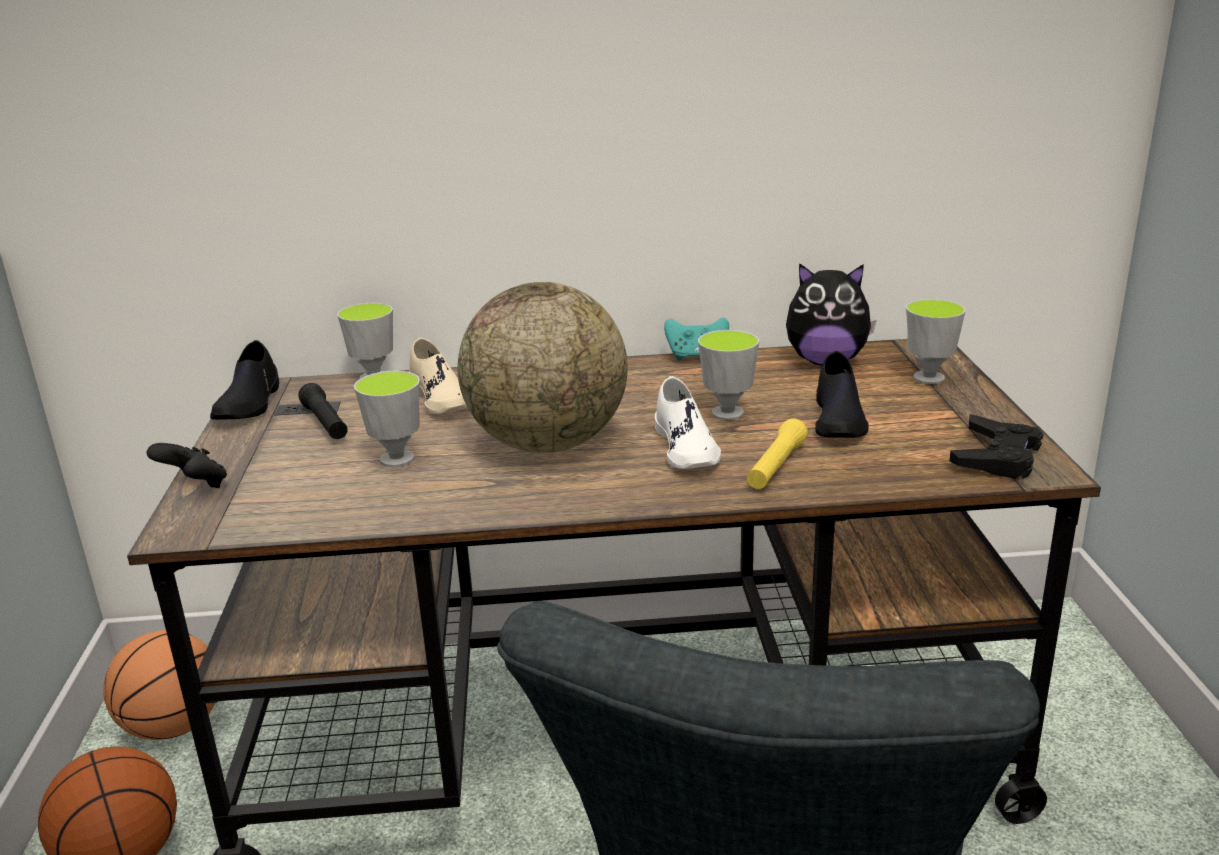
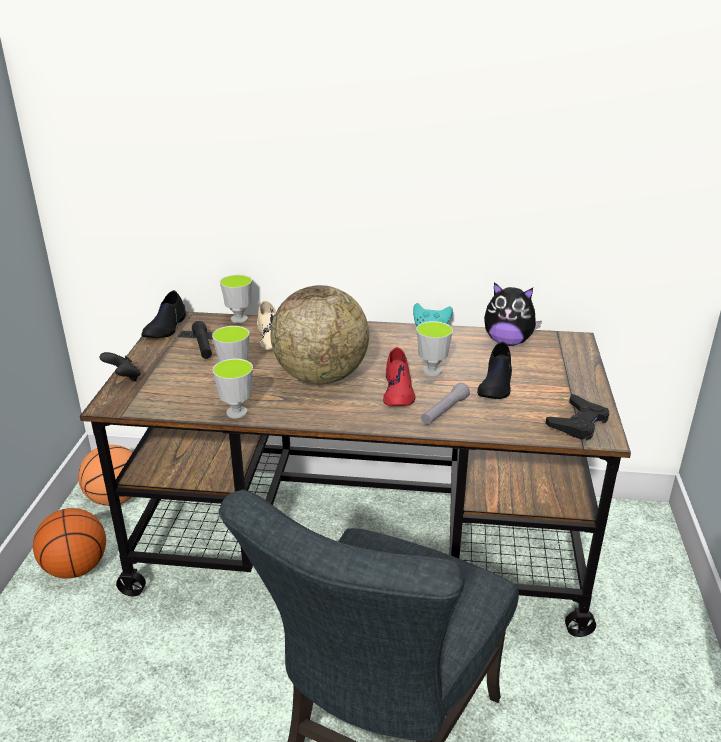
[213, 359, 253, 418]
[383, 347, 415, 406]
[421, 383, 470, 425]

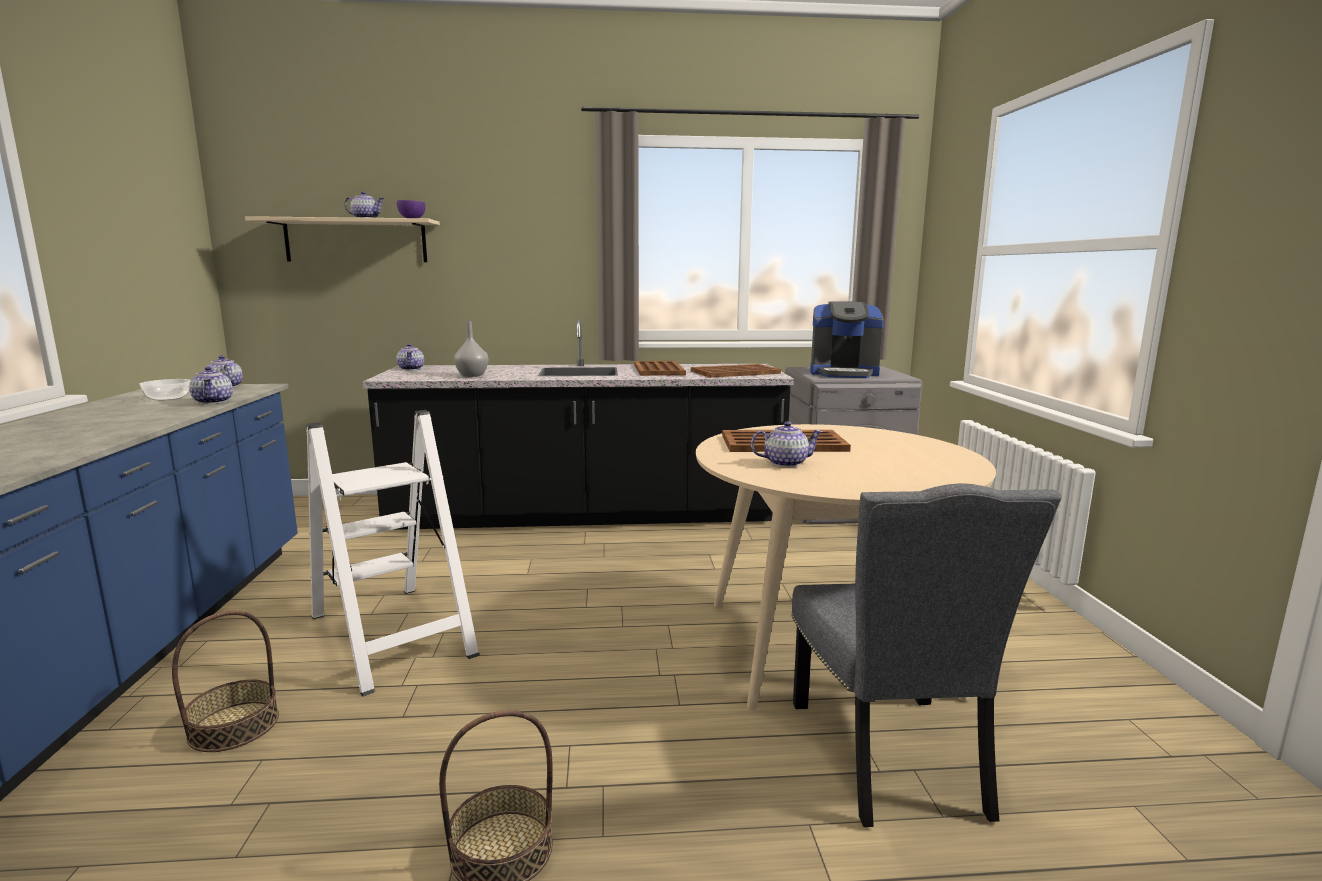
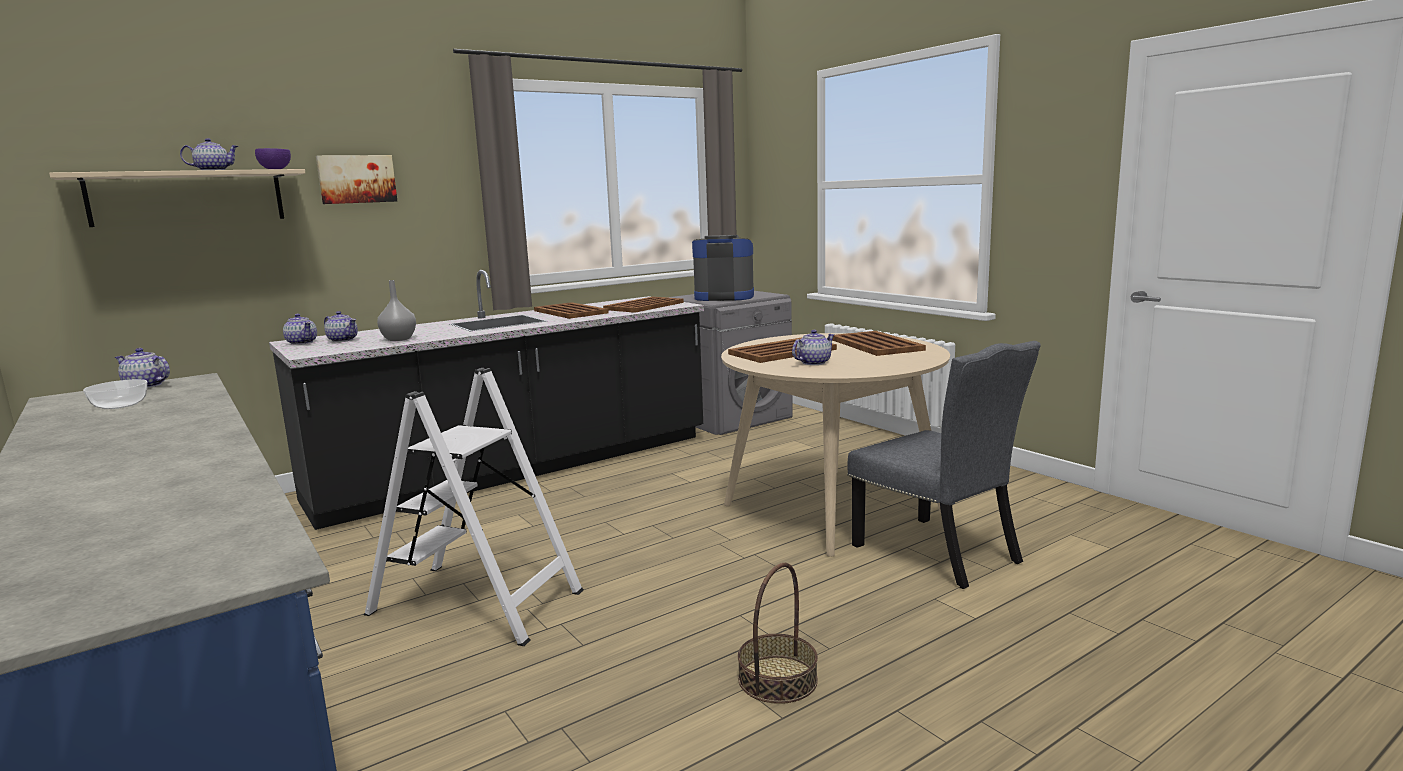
[316, 155, 397, 204]
[324, 311, 358, 342]
[692, 235, 754, 301]
[832, 331, 926, 356]
[172, 610, 279, 752] (first image)

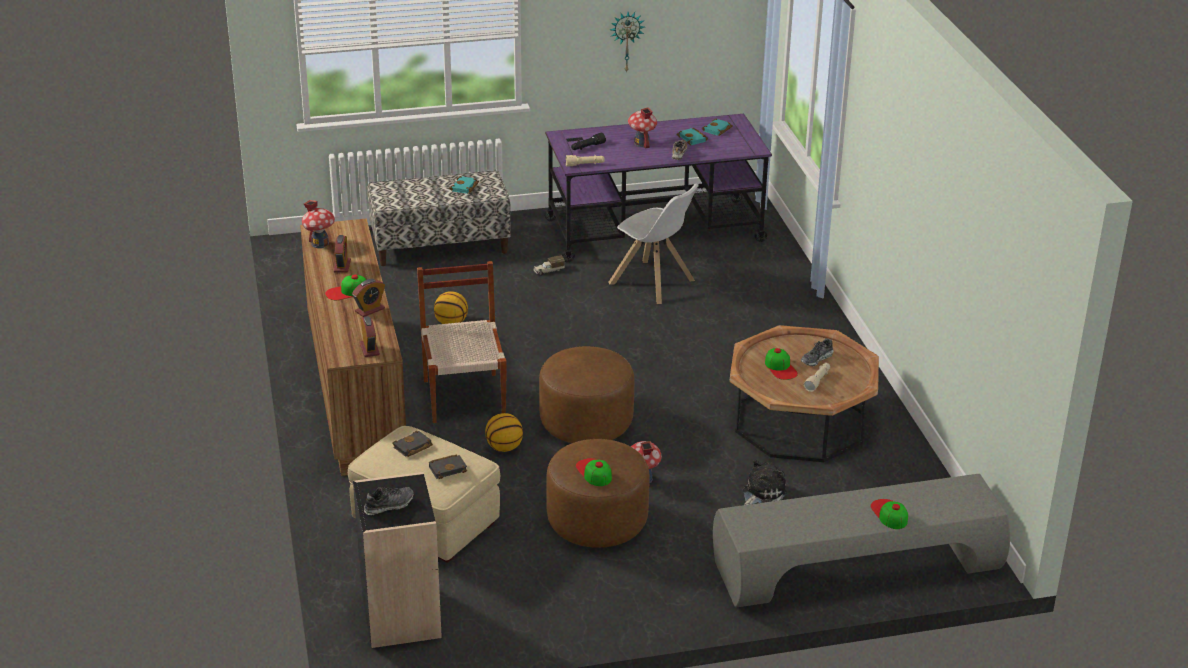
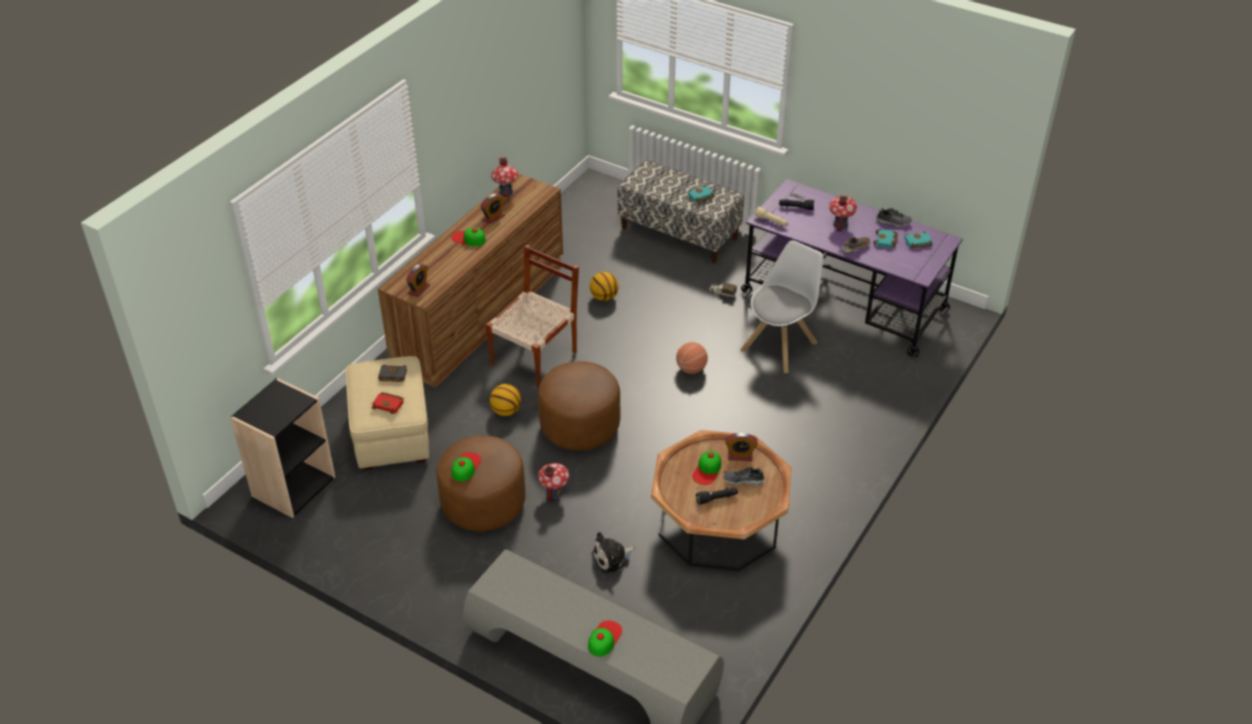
[372, 392, 404, 414]
[591, 532, 635, 574]
[676, 342, 708, 374]
[696, 488, 738, 505]
[725, 433, 758, 461]
[741, 241, 824, 373]
[876, 208, 912, 227]
[610, 12, 644, 73] (first image)

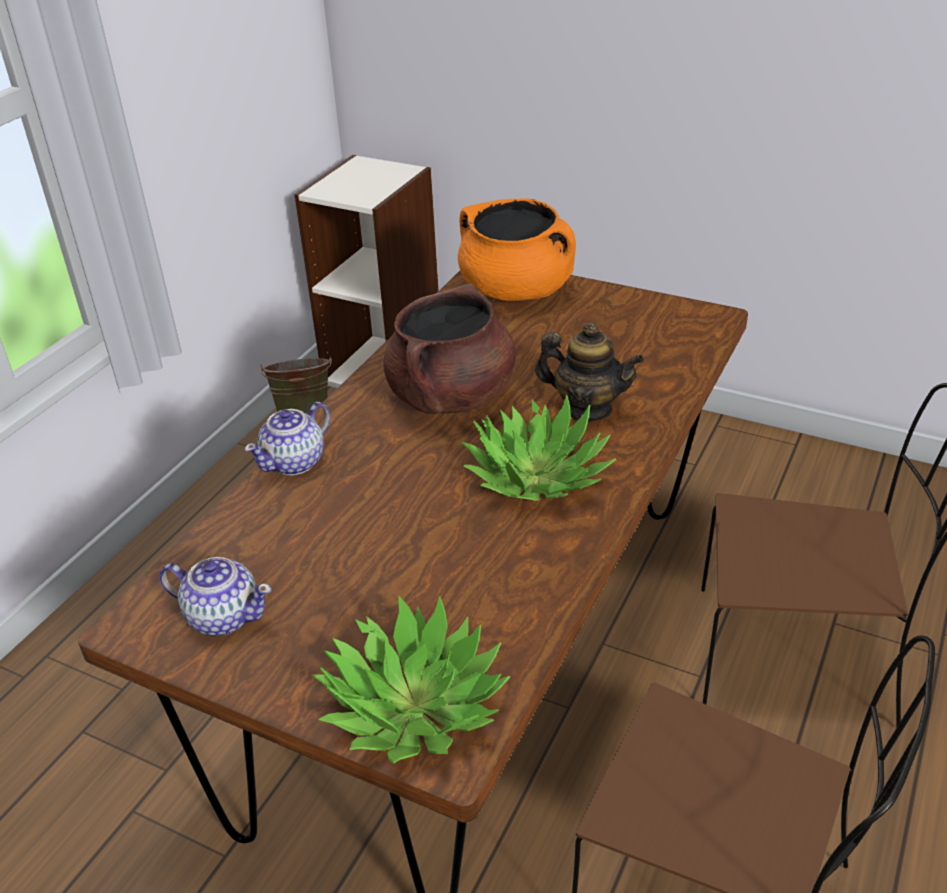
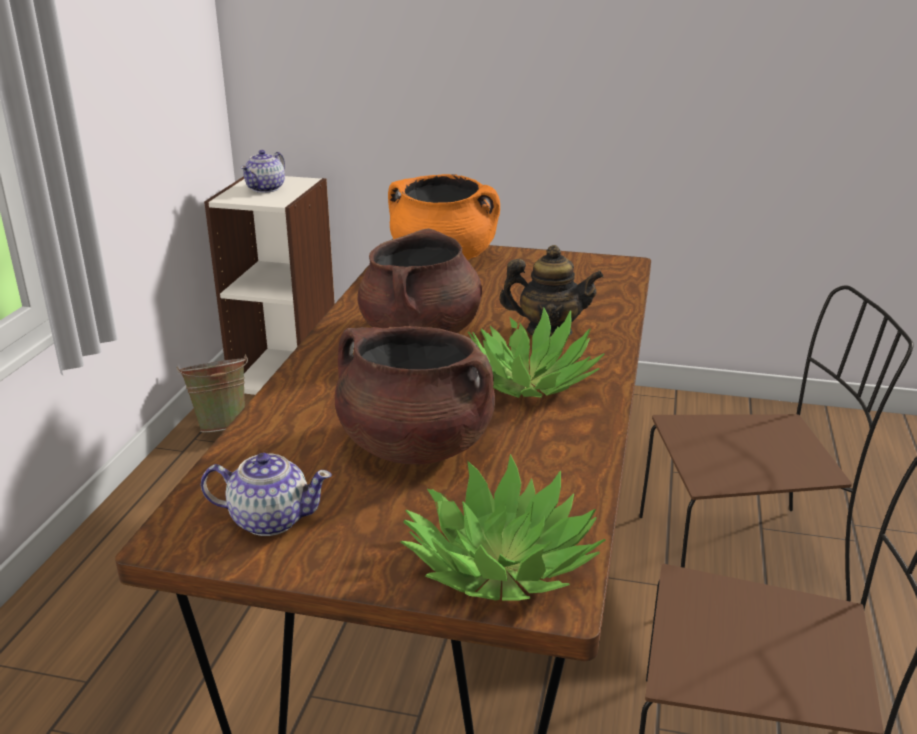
[241, 150, 285, 193]
[335, 326, 495, 464]

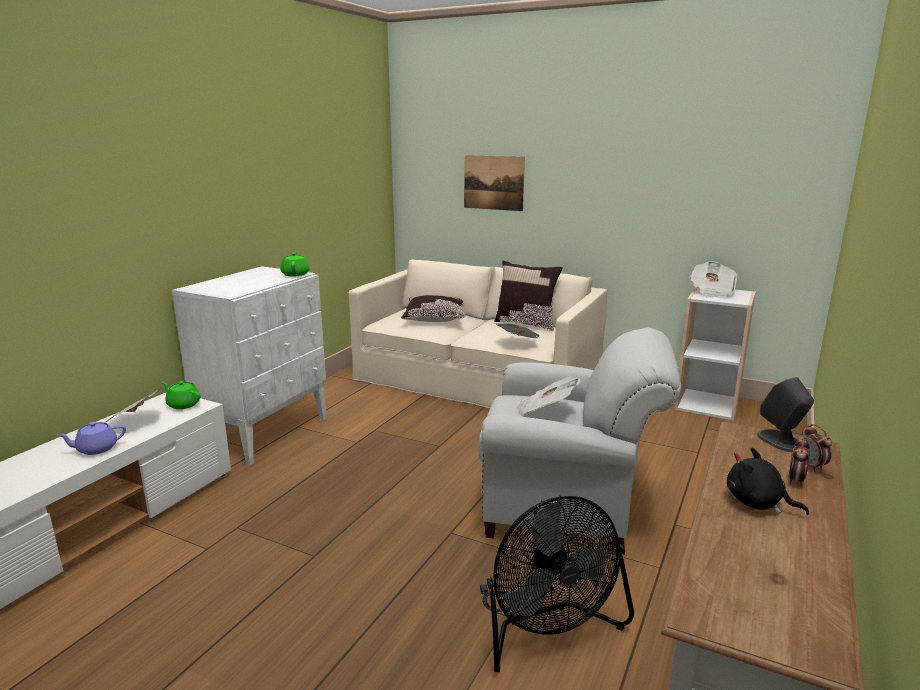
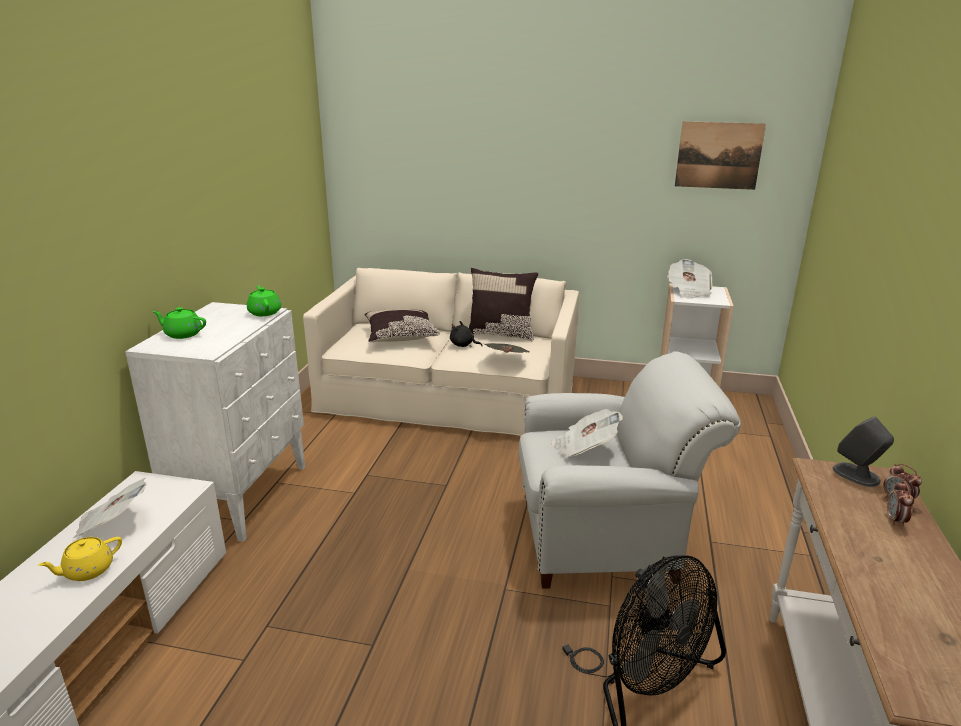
[38, 537, 122, 581]
[152, 307, 206, 339]
[450, 321, 482, 348]
[675, 121, 766, 190]

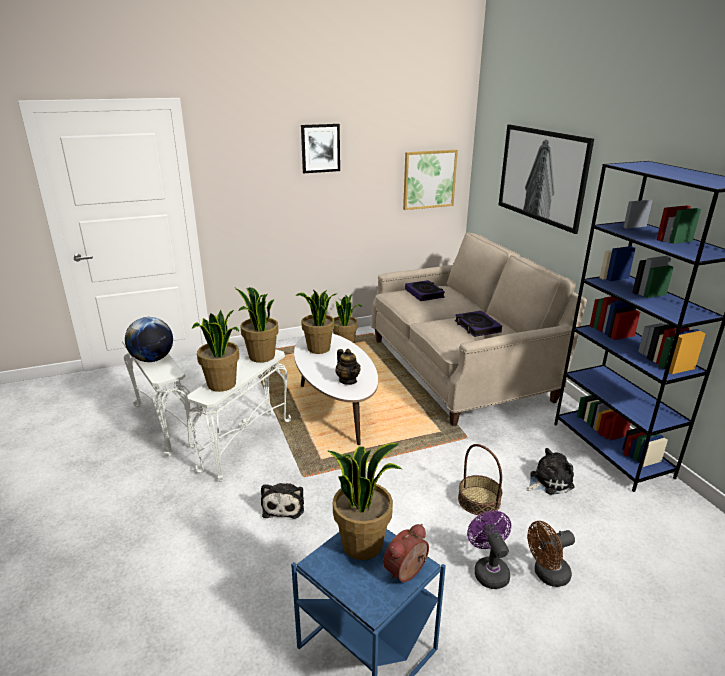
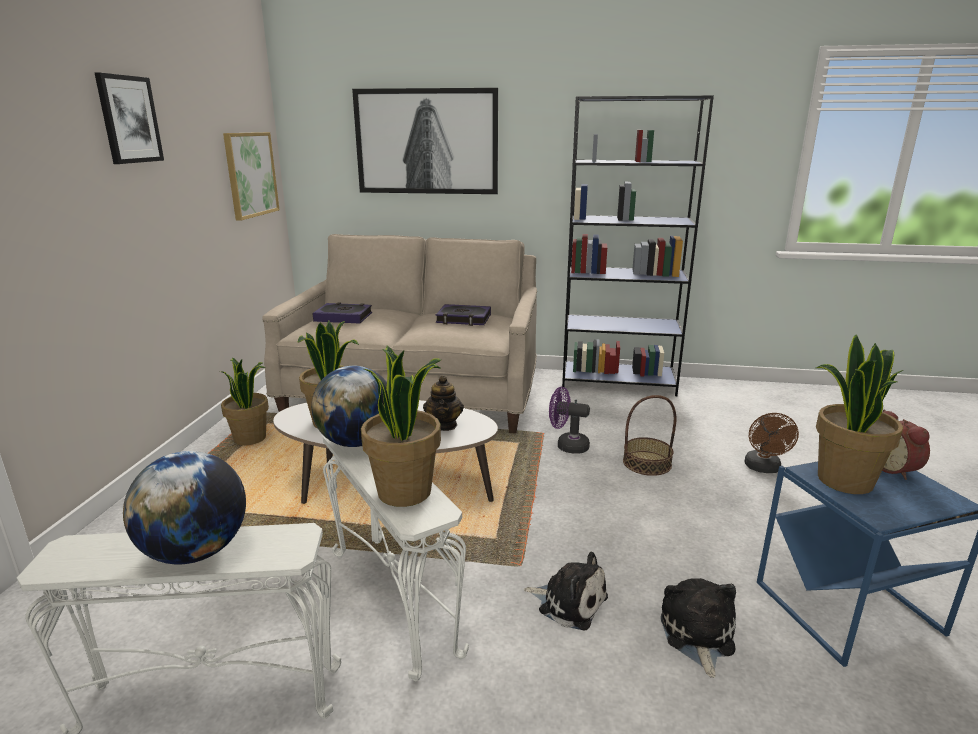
[311, 366, 387, 447]
[423, 375, 464, 431]
[549, 387, 590, 454]
[661, 578, 736, 678]

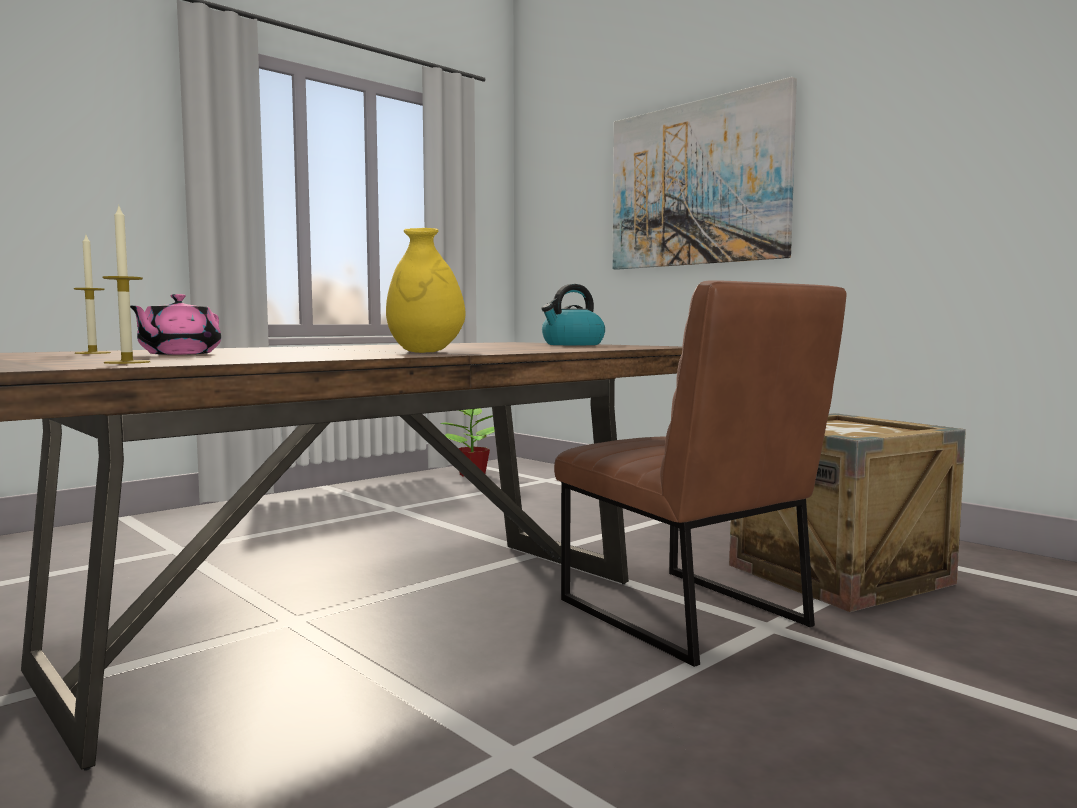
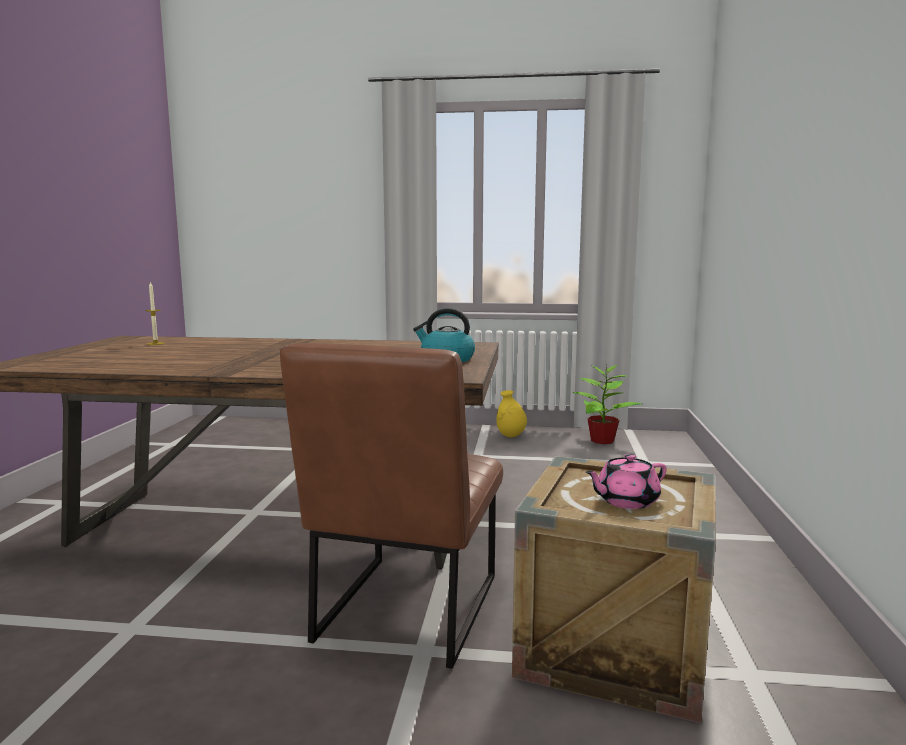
[496, 390, 527, 437]
[585, 454, 667, 509]
[102, 204, 150, 364] (first image)
[612, 77, 797, 270] (first image)

